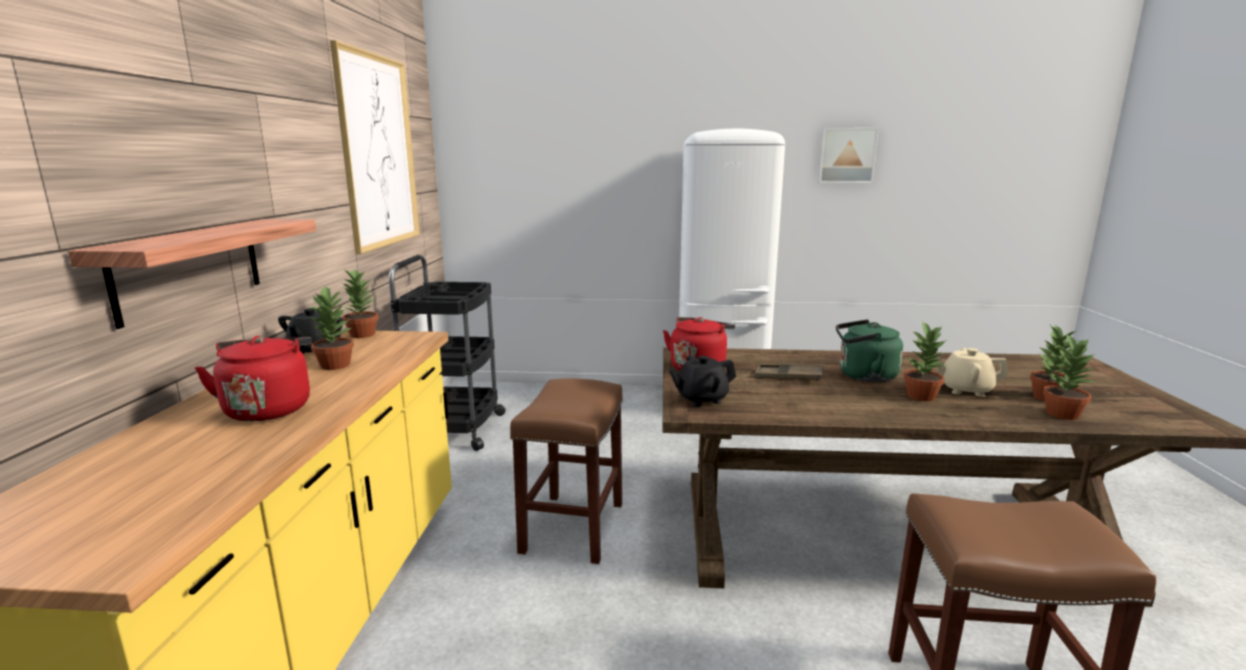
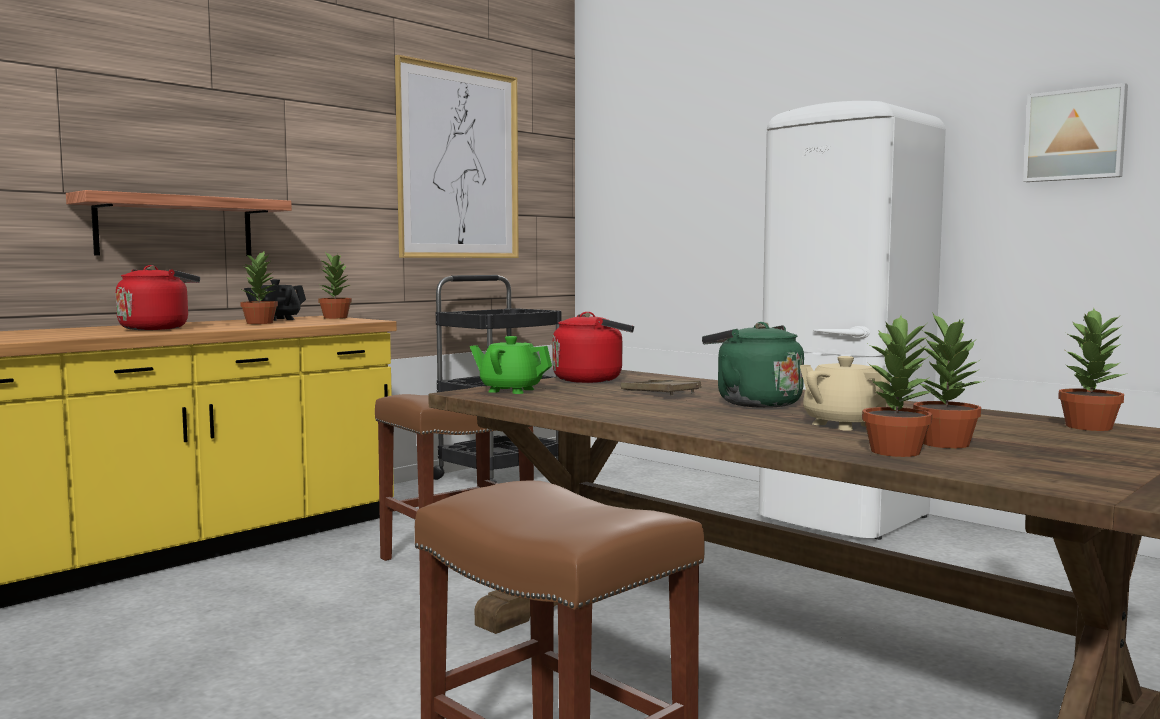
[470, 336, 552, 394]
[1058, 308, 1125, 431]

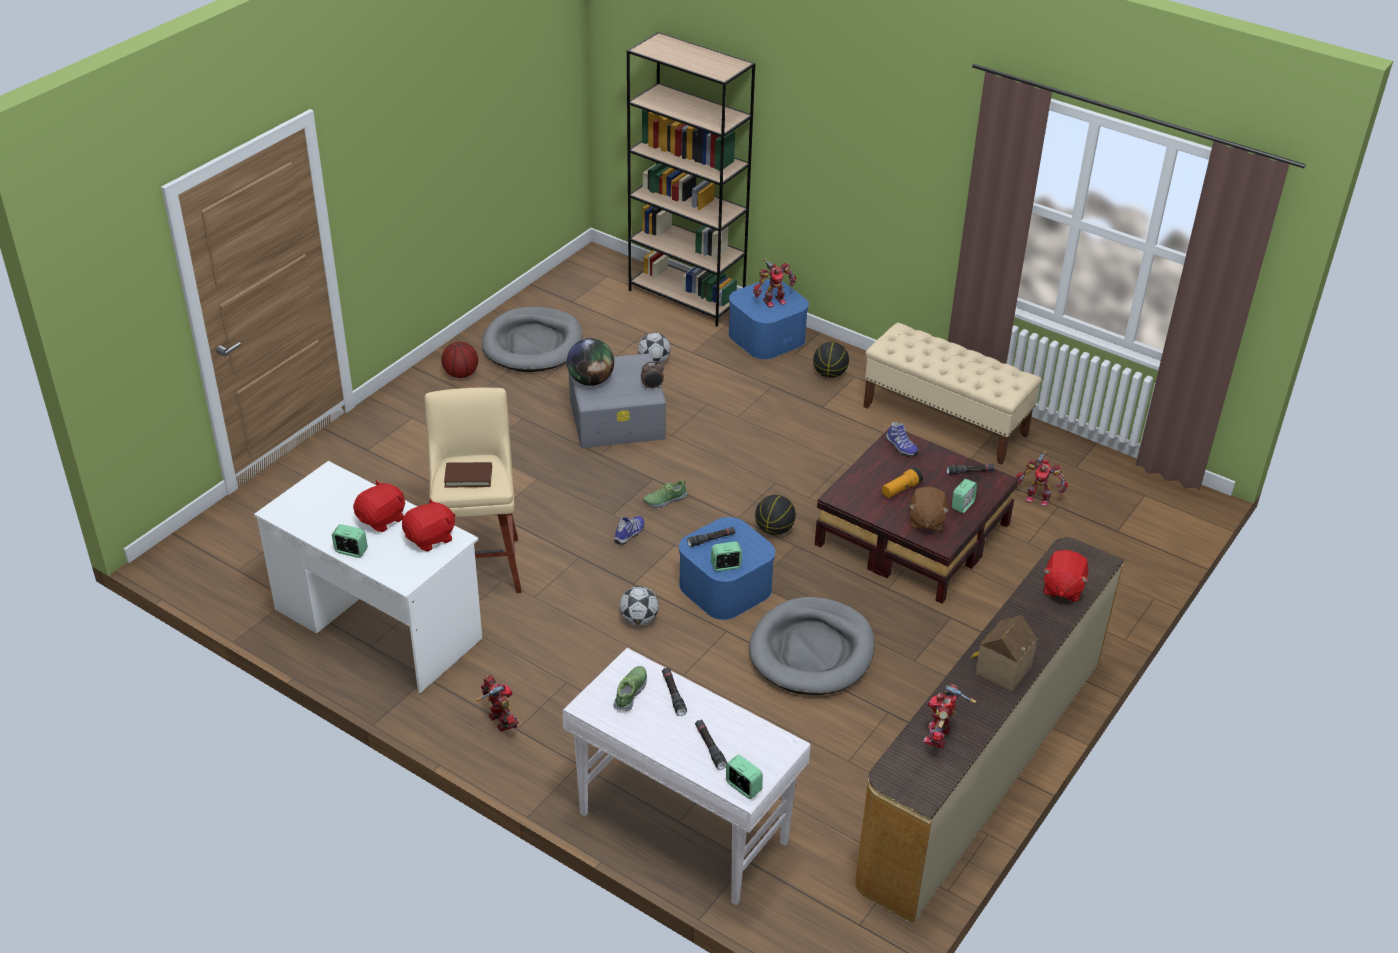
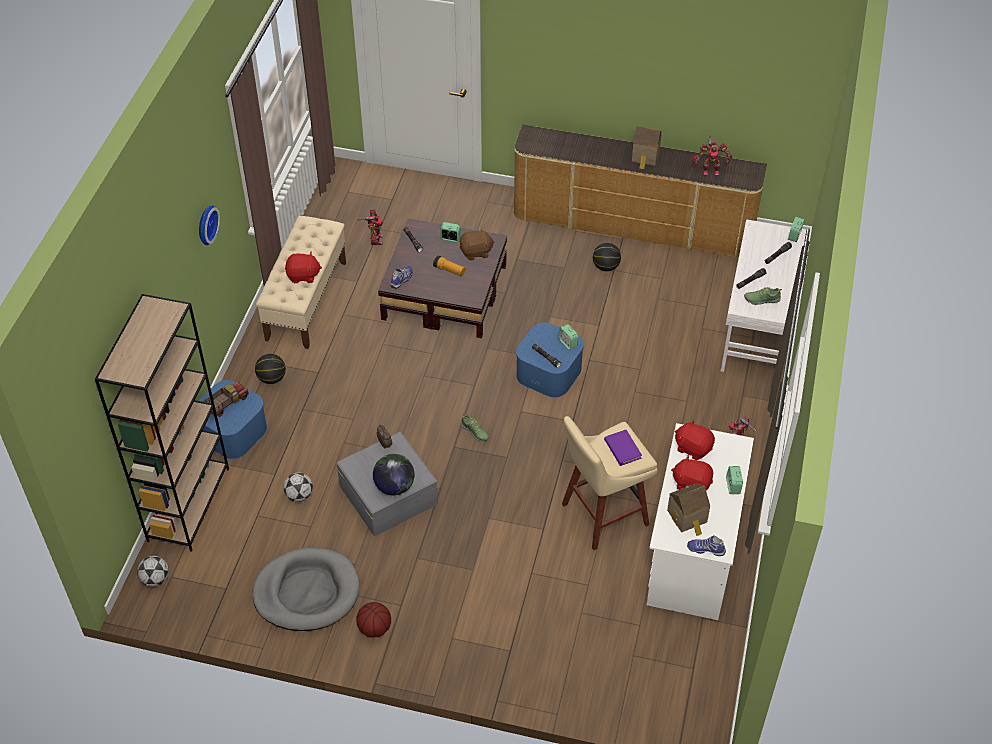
[137, 556, 169, 587]
[199, 205, 220, 245]
[202, 381, 249, 417]
[285, 251, 322, 283]
[593, 243, 621, 271]
[604, 430, 642, 466]
[667, 484, 710, 536]
[687, 535, 726, 556]
[749, 597, 875, 695] (first image)

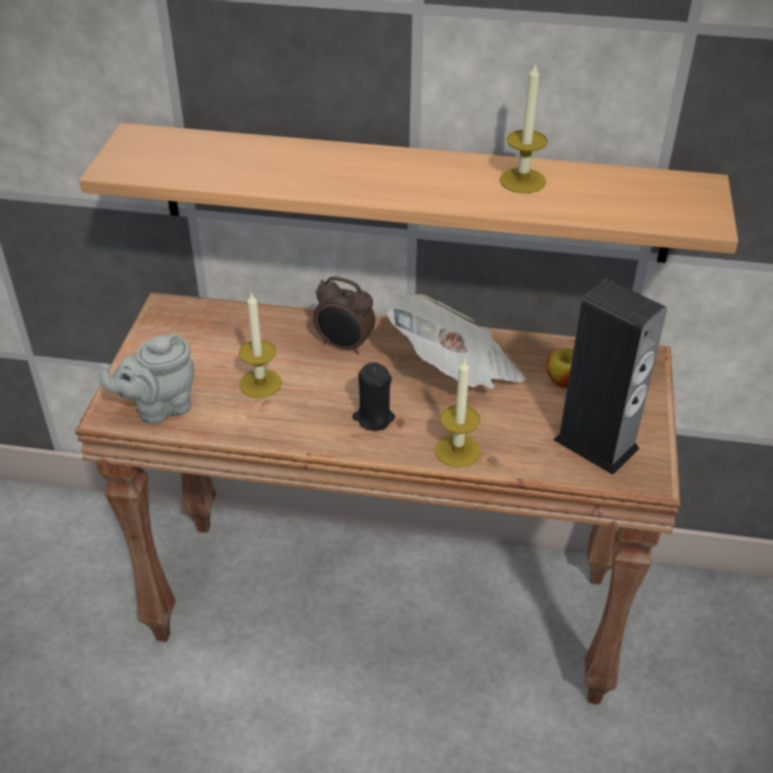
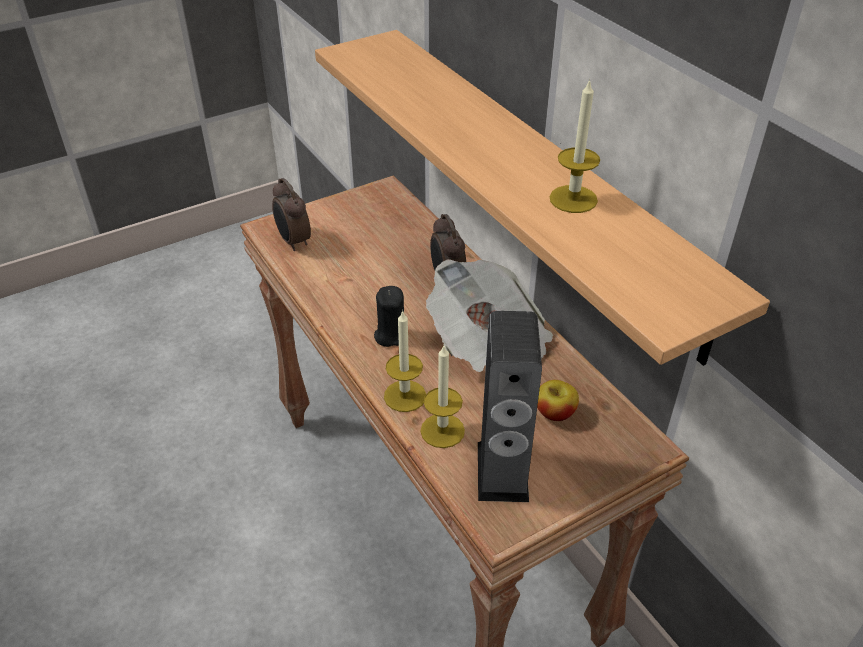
[272, 178, 311, 251]
[421, 344, 465, 448]

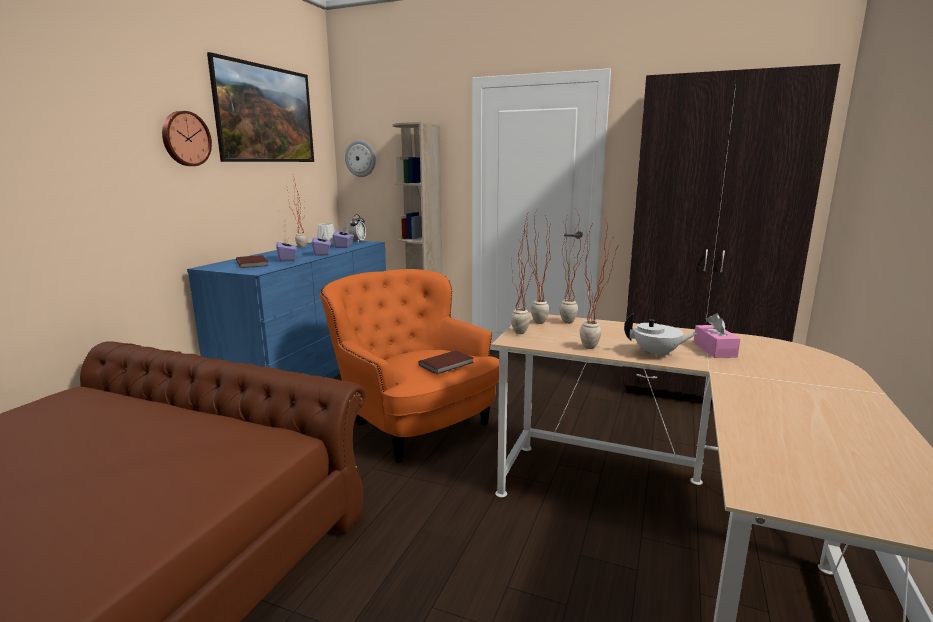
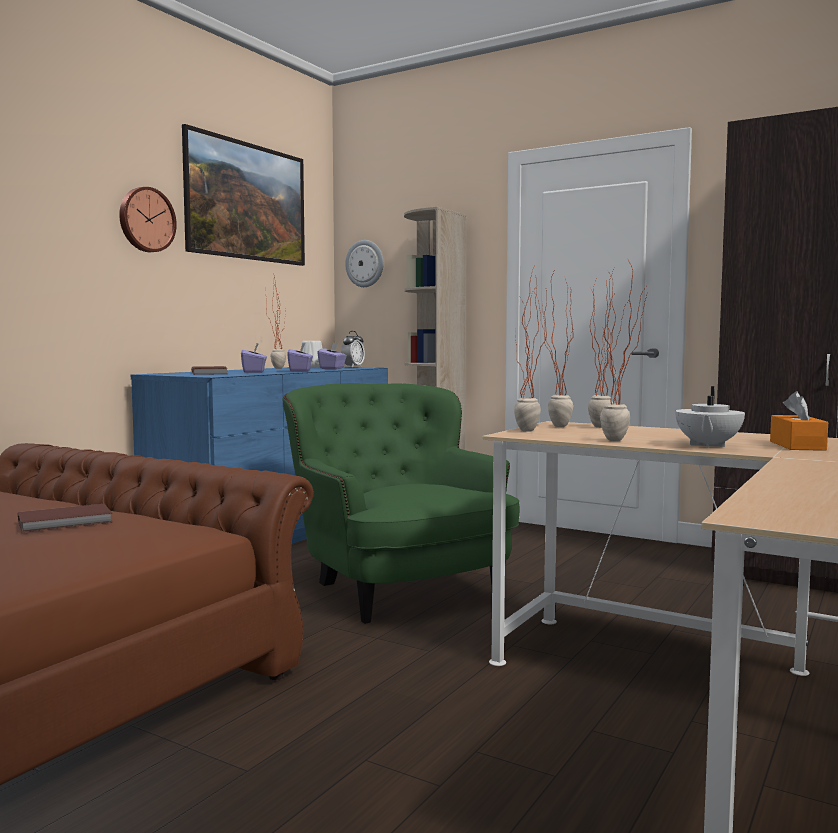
[18, 504, 112, 532]
[283, 383, 520, 624]
[675, 386, 745, 448]
[770, 391, 828, 451]

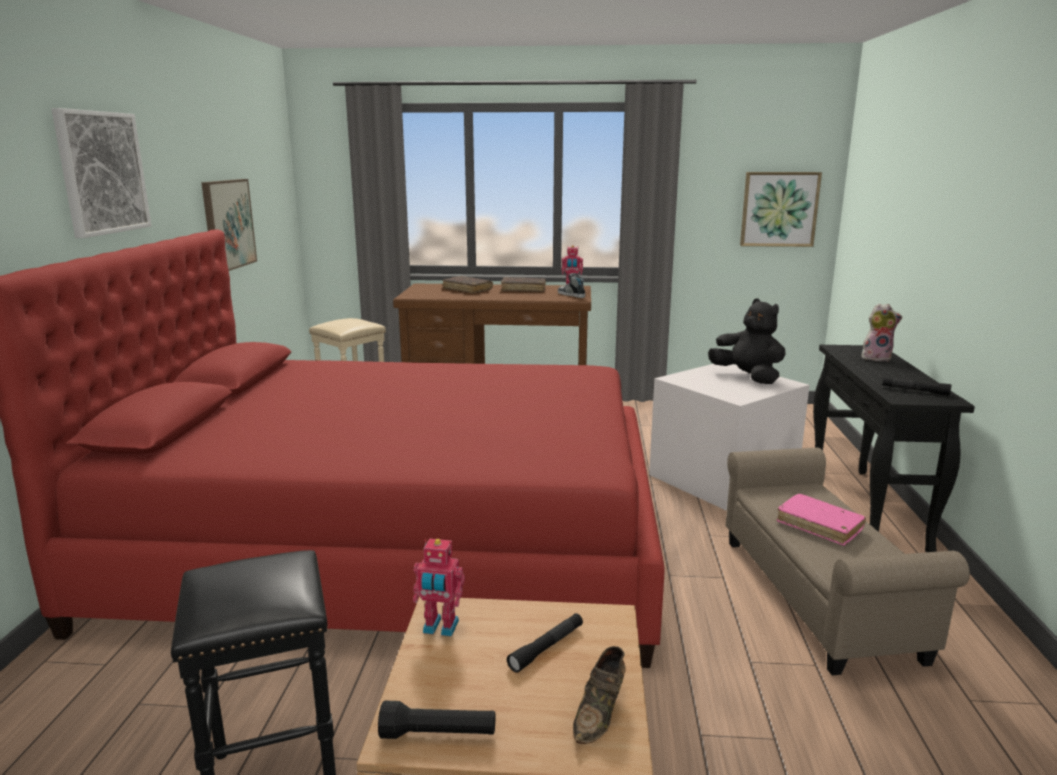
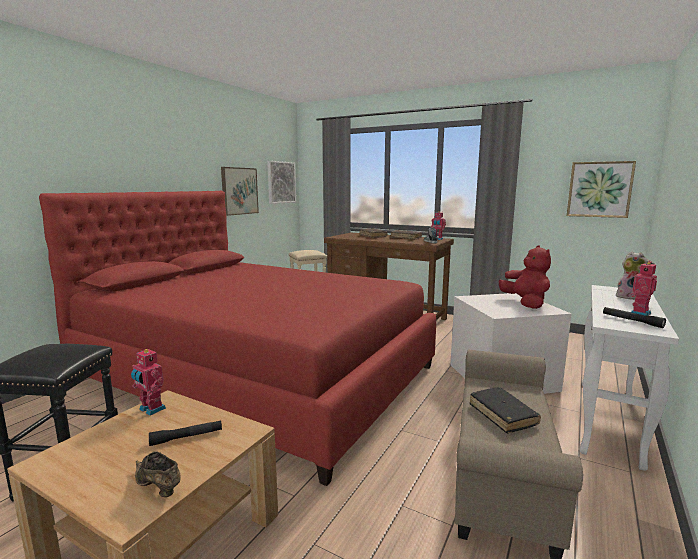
[135, 452, 181, 497]
[267, 161, 296, 204]
[470, 387, 541, 433]
[499, 245, 551, 309]
[580, 285, 679, 471]
[630, 262, 657, 316]
[378, 701, 495, 739] (first image)

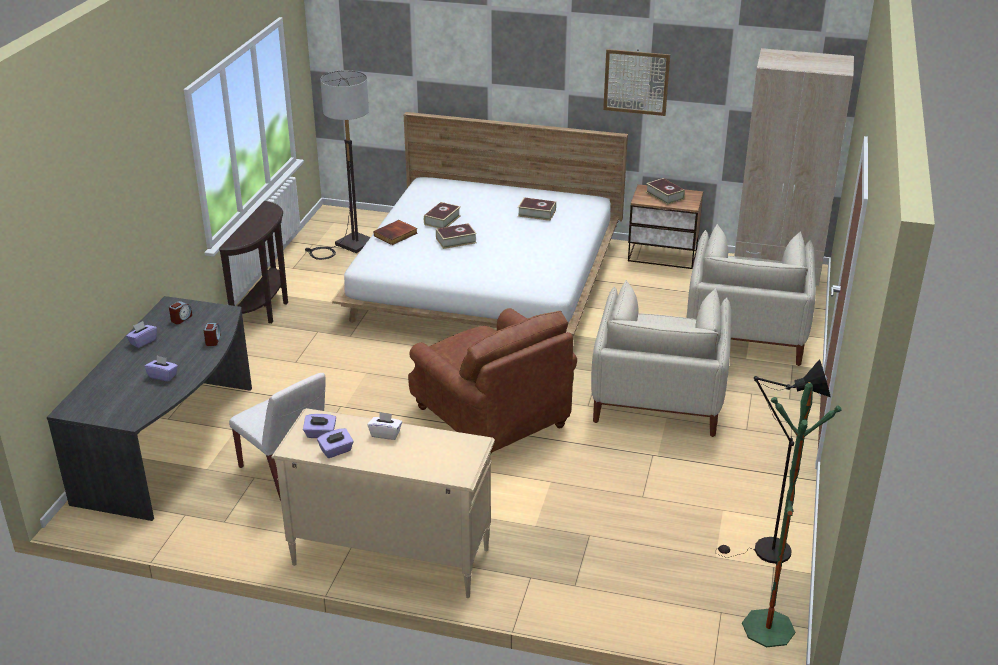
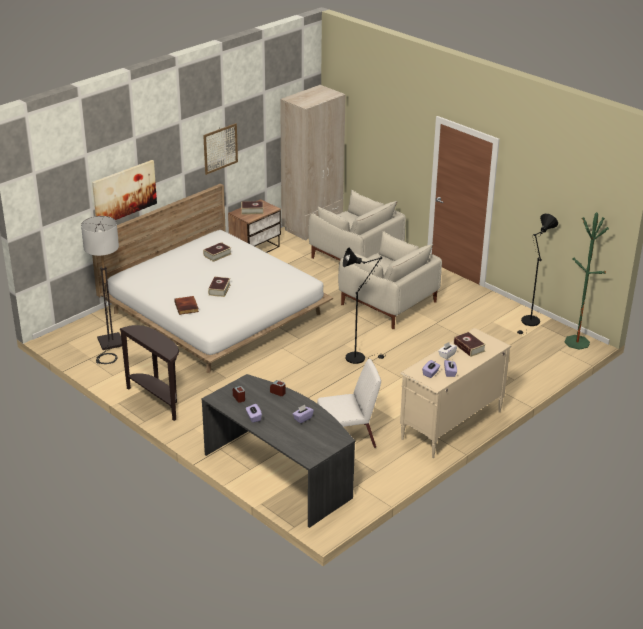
[92, 160, 157, 220]
[343, 248, 386, 364]
[454, 331, 486, 357]

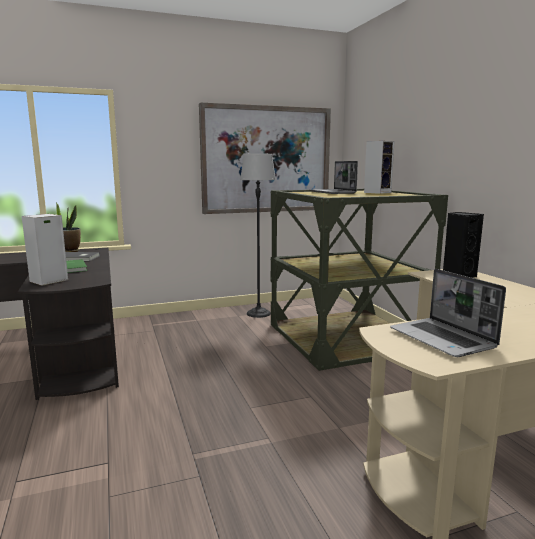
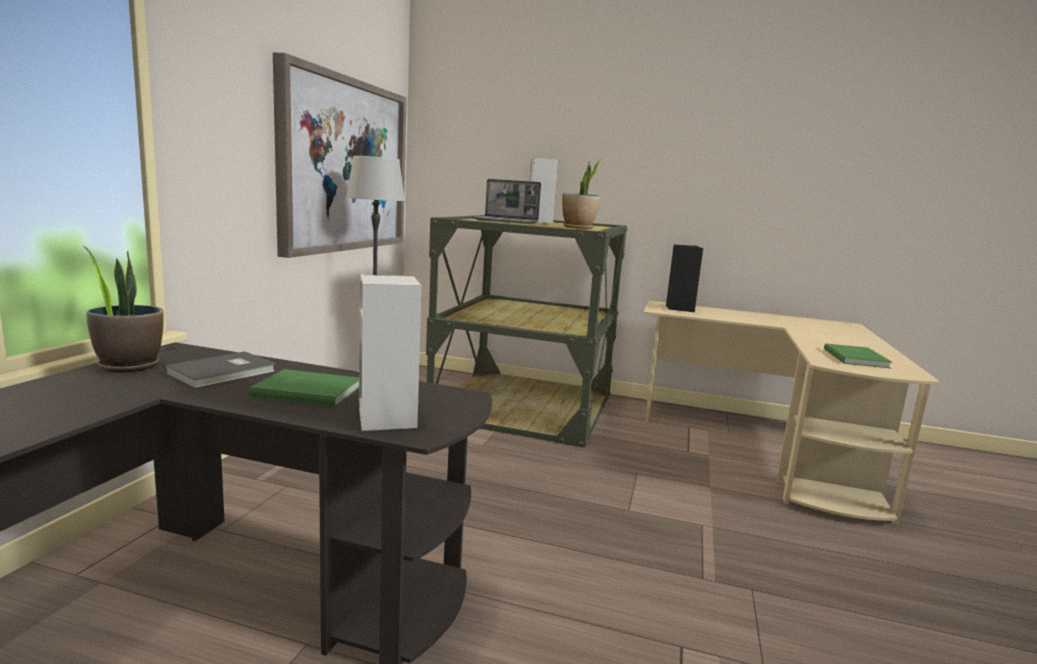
[562, 158, 602, 229]
[824, 343, 893, 368]

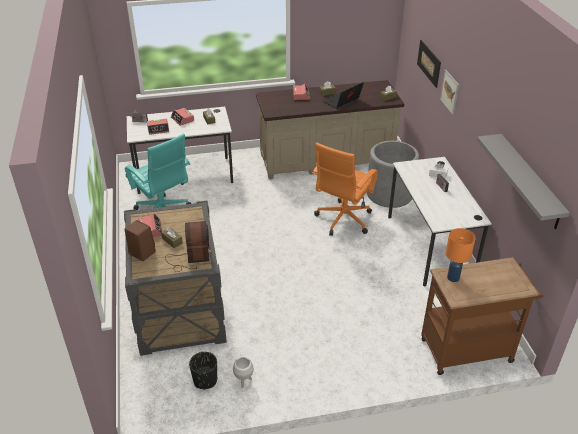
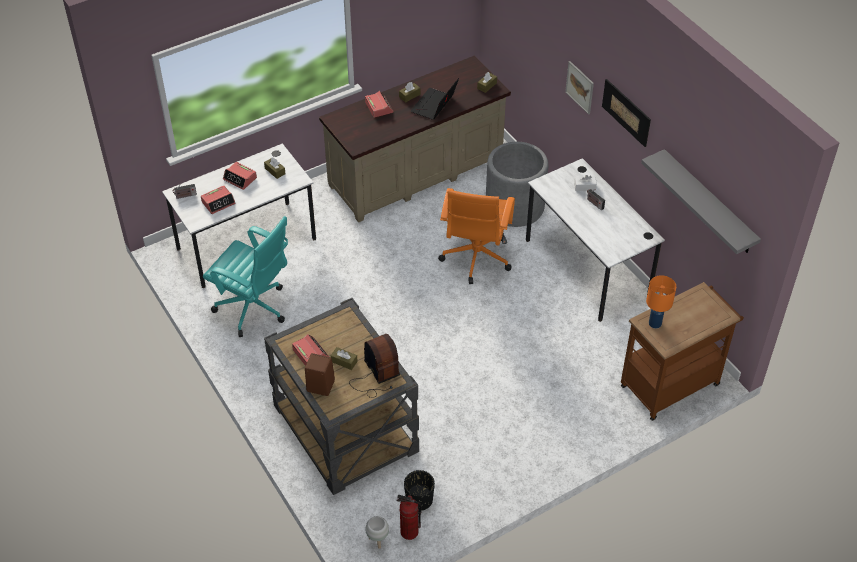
[365, 516, 389, 549]
[397, 495, 422, 540]
[602, 79, 651, 147]

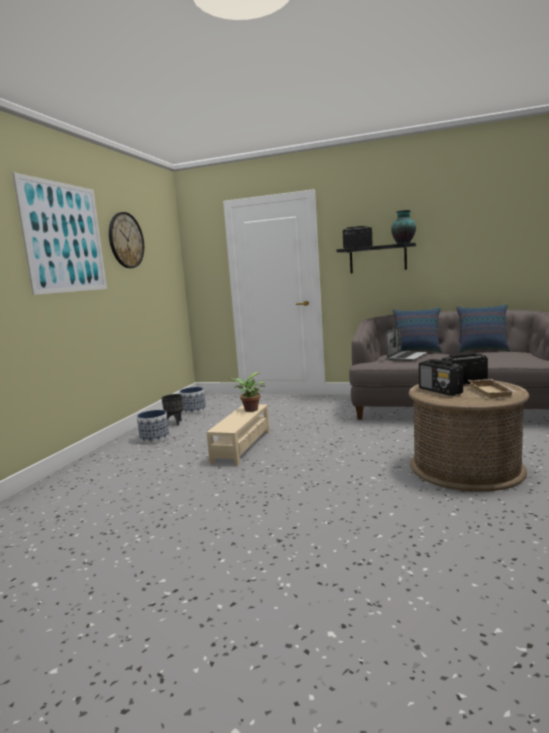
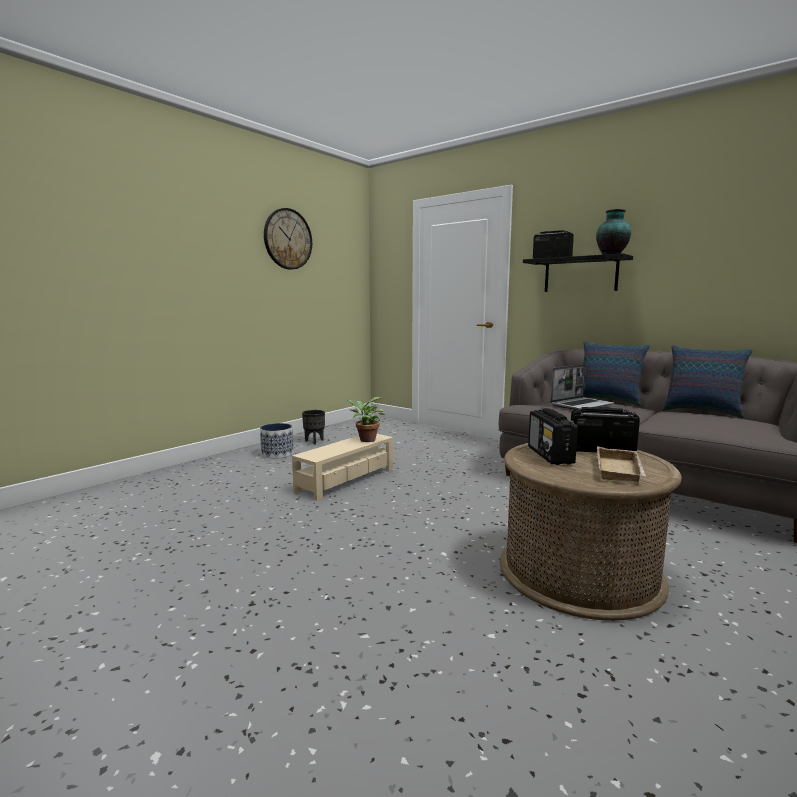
[13, 172, 107, 295] (first image)
[179, 387, 206, 414] (first image)

